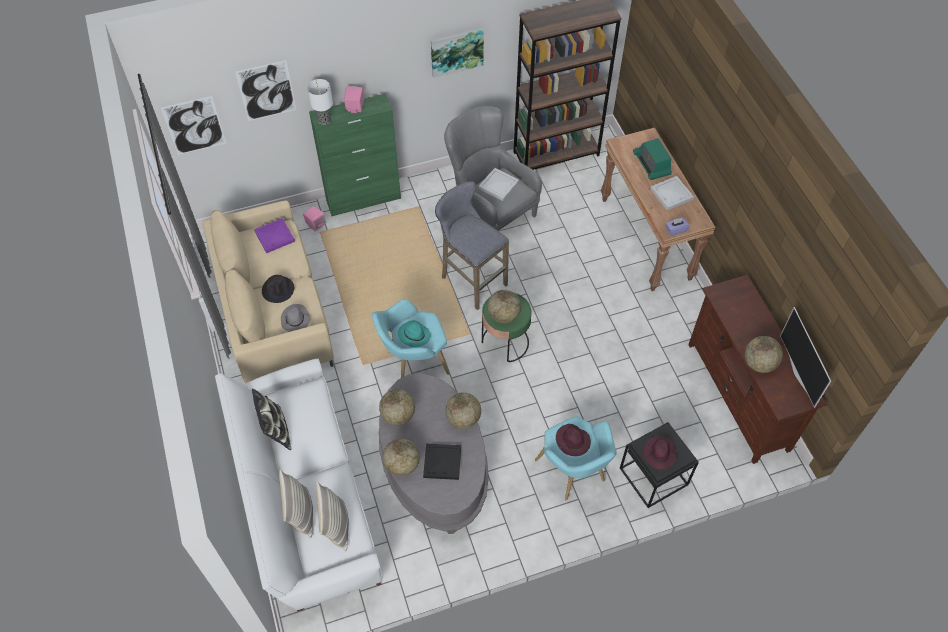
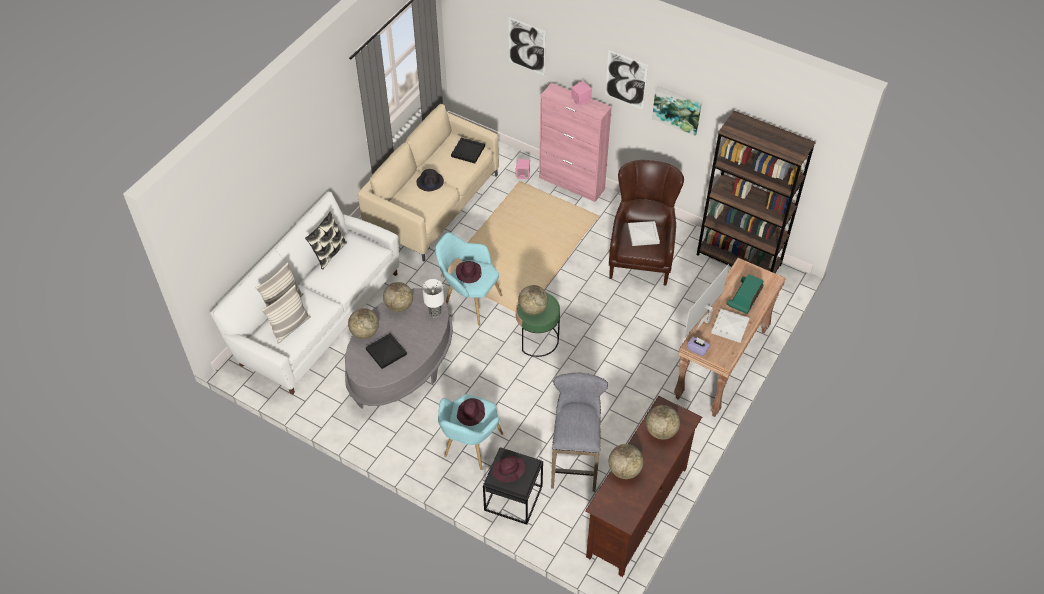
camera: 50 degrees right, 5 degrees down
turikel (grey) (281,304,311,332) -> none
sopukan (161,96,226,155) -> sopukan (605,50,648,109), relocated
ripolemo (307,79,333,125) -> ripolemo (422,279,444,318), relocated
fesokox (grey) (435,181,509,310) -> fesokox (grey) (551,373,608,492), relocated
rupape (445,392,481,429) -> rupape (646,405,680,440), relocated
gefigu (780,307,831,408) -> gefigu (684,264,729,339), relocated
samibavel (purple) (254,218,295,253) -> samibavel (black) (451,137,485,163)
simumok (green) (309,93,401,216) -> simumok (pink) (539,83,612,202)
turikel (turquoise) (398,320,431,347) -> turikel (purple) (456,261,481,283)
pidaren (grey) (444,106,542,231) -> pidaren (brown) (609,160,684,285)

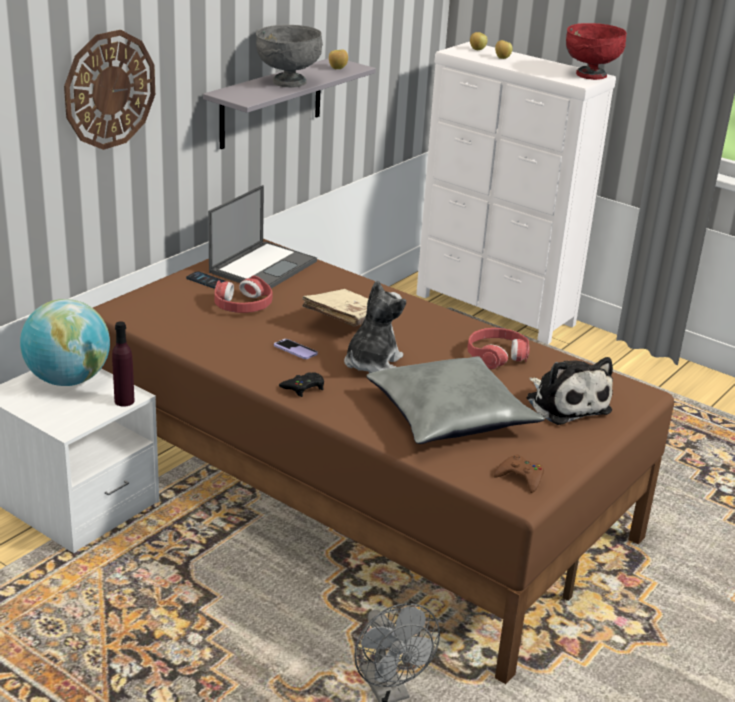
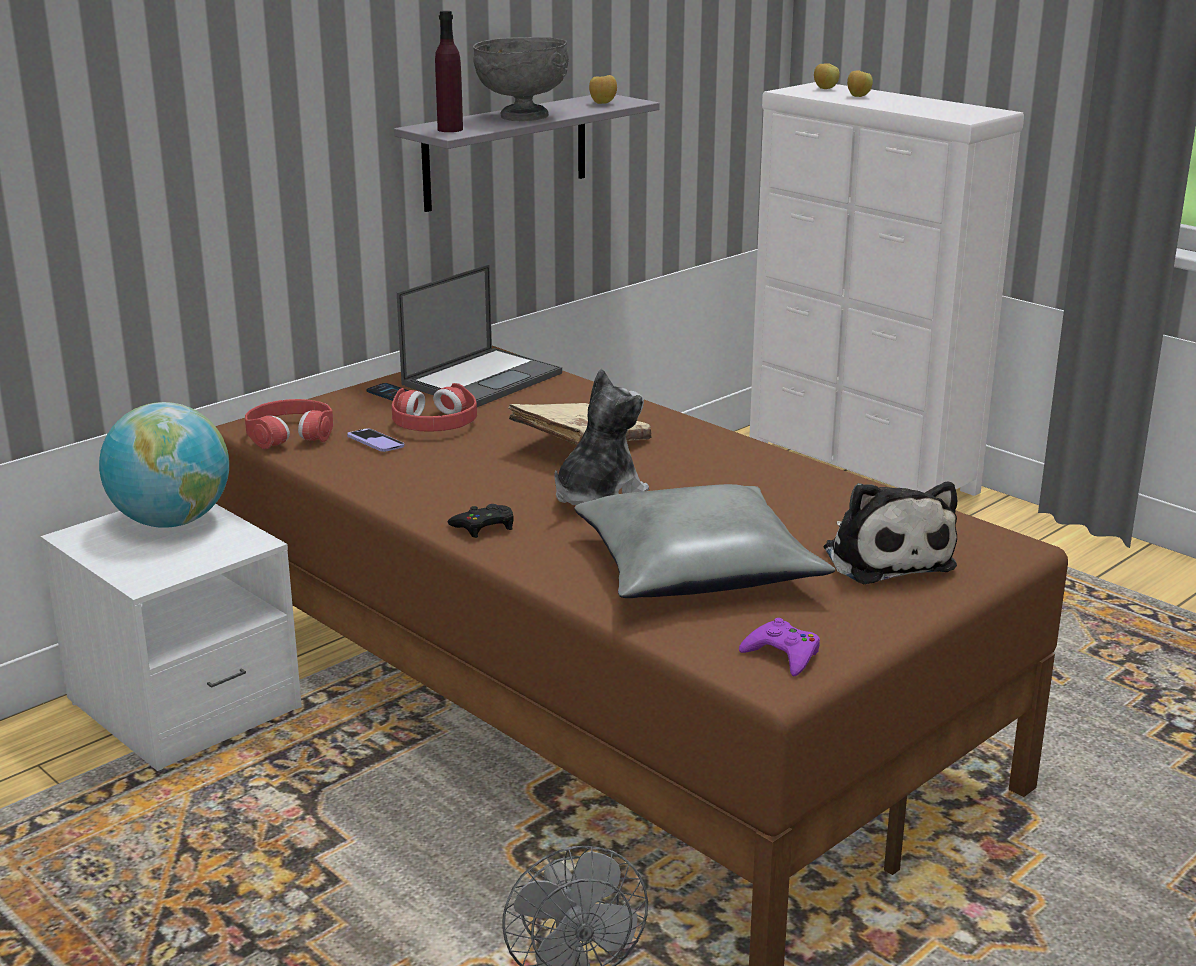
camera: 10 degrees right, 5 degrees down
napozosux (64,30,155,150) -> none
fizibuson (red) (566,23,627,80) -> none
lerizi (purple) (112,321,134,407) -> lerizi (purple) (435,11,463,132), relocated
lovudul (274,339,318,359) -> lovudul (347,428,404,452), relocated
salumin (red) (467,328,530,369) -> salumin (red) (245,399,333,449), relocated
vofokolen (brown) (494,454,544,493) -> vofokolen (purple) (739,618,820,676)

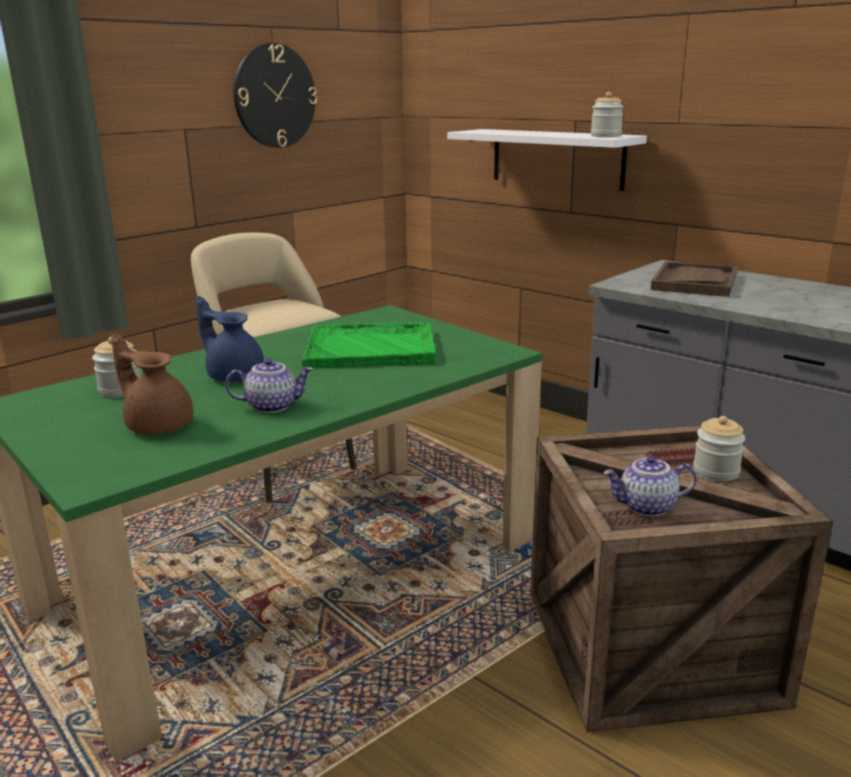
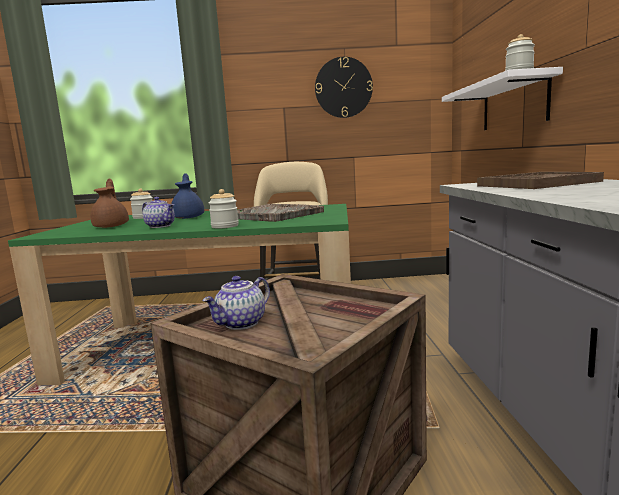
camera: 45 degrees right, 10 degrees down
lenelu (693,416,745,481) -> lenelu (209,189,239,228), relocated
samibavel (green) (302,322,436,368) -> samibavel (grey) (237,204,324,222)
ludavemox (603,456,696,517) -> ludavemox (203,276,270,330), 90 degrees counterclockwise

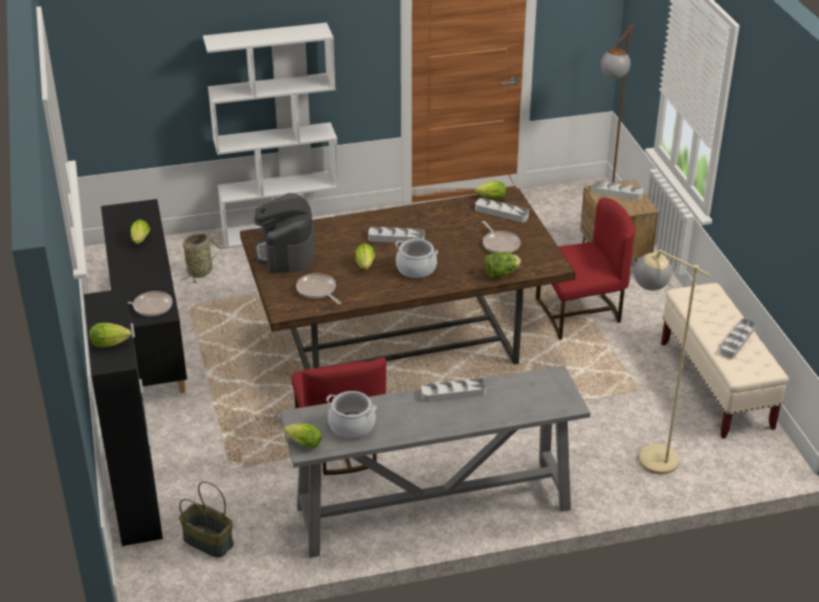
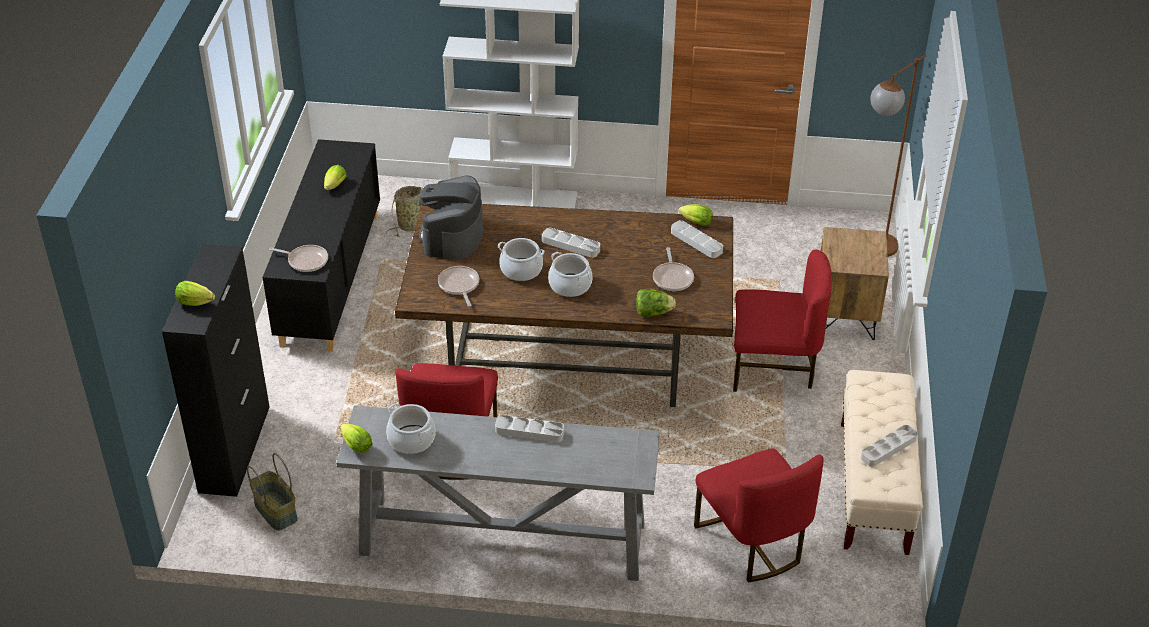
camera: 20 degrees right, 5 degrees up
samibavel (grey) (591,180,643,200) -> none
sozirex (355,243,375,270) -> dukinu (498,238,545,281)
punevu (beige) (634,249,710,475) -> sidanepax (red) (694,448,824,583)

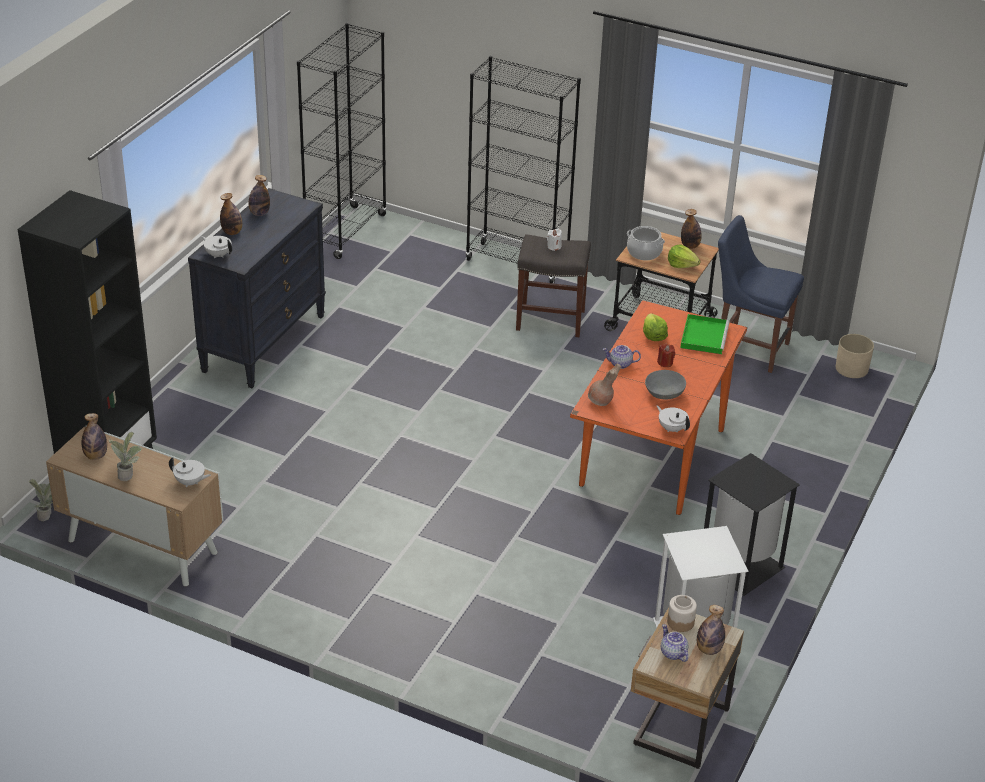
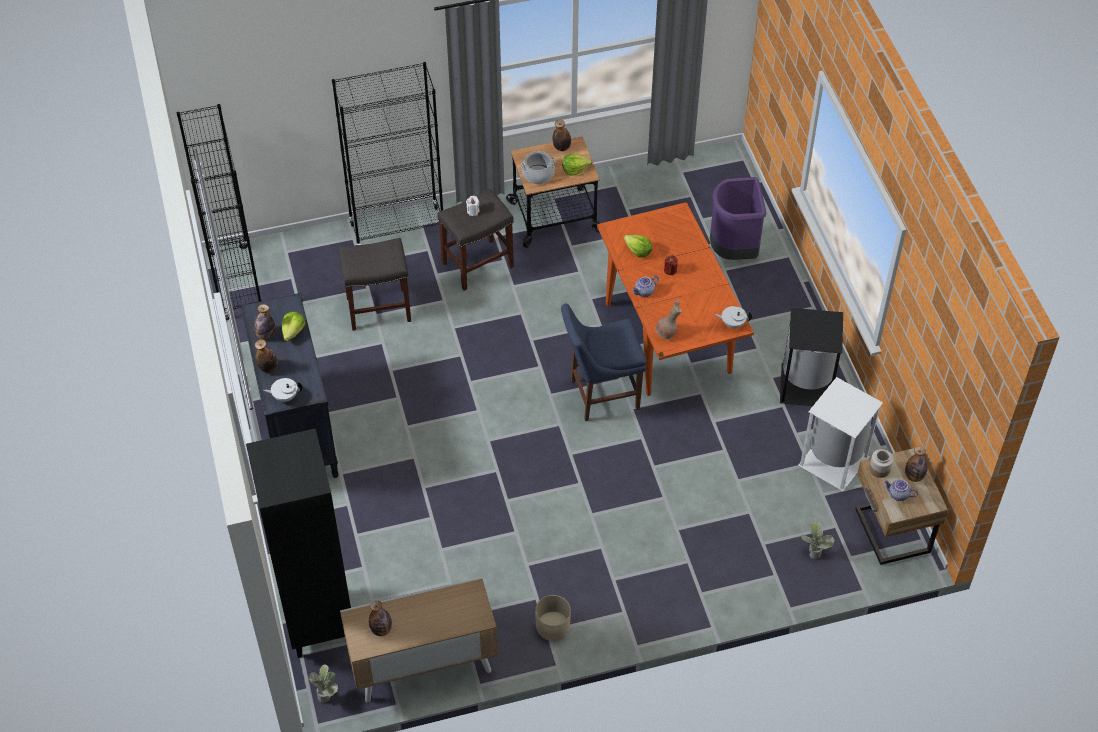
camera: 40 degrees left, 15 degrees up
ludavemox (white) (169,457,211,487) -> none
fizibuson (grey) (645,370,686,400) -> none
samibavel (green) (680,314,730,355) -> none
none -> sozirex (282,312,306,341)
none -> fesokox (grey) (339,238,411,331)
none -> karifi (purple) (710,177,766,260)
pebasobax (108,432,142,481) -> pebasobax (801,521,835,559), relocated
sidanepax (blue) (718,215,804,373) -> sidanepax (blue) (561,304,647,421), relocated
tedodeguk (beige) (836,334,874,378) -> tedodeguk (beige) (535,595,571,641), relocated

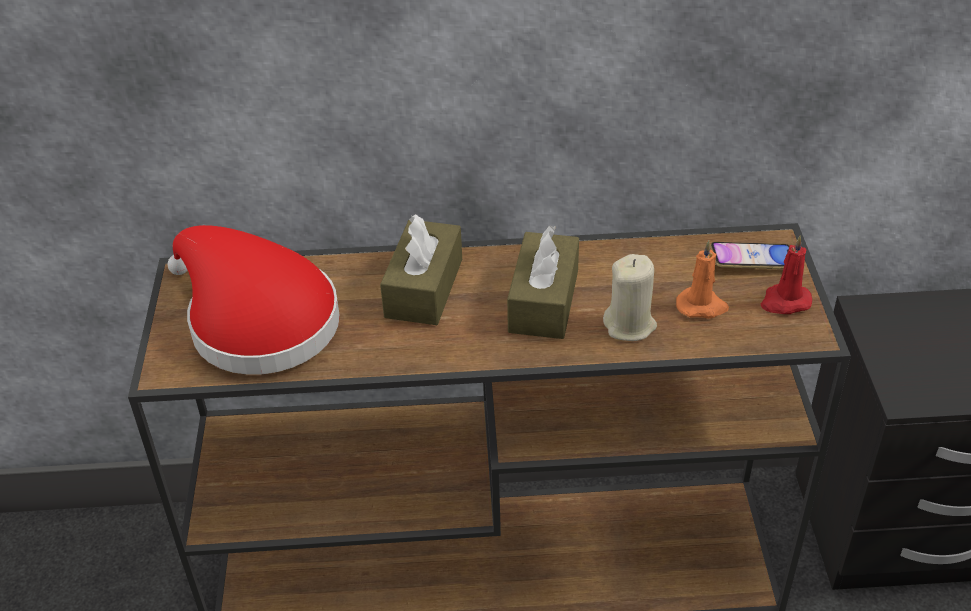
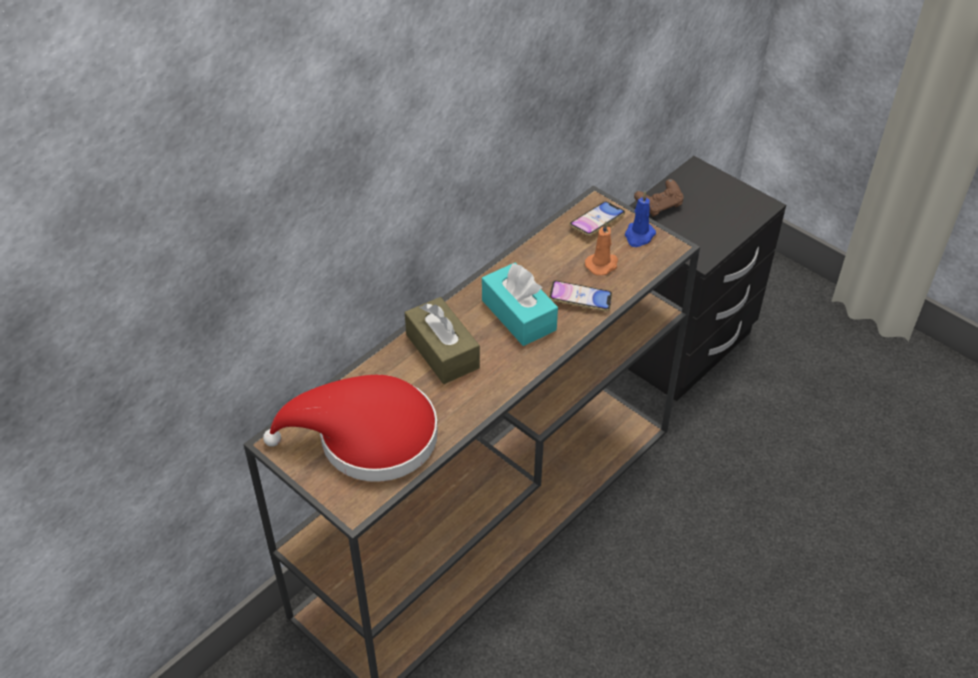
camera: 45 degrees left, 5 degrees up
none -> vofokolen (brown) (634,179,683,217)
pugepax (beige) (603,254,657,341) -> lovudul (549,281,612,311)
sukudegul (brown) (507,225,579,339) -> sukudegul (turquoise) (482,262,558,346)
pugepax (red) (761,235,812,314) -> pugepax (blue) (625,191,656,247)

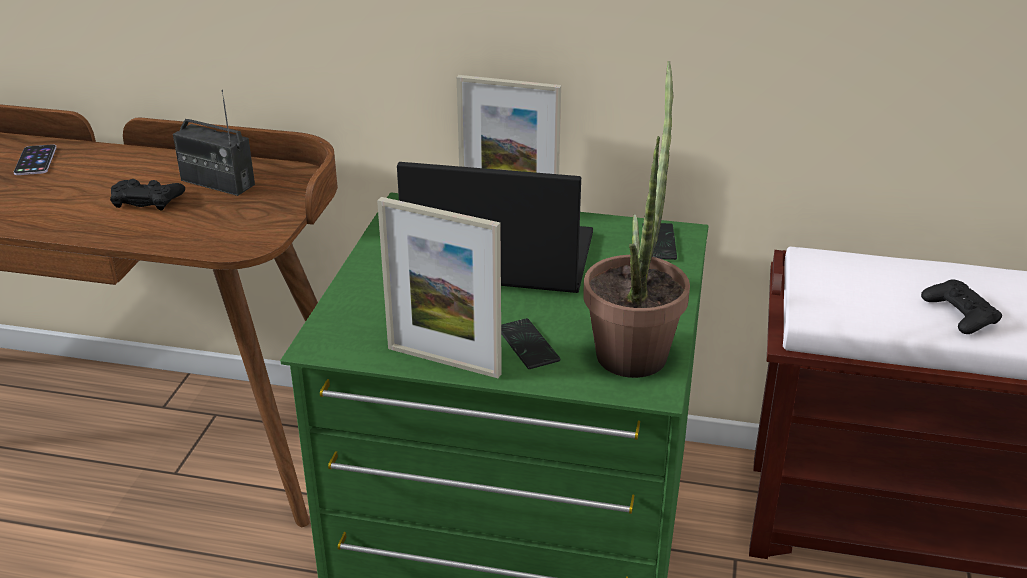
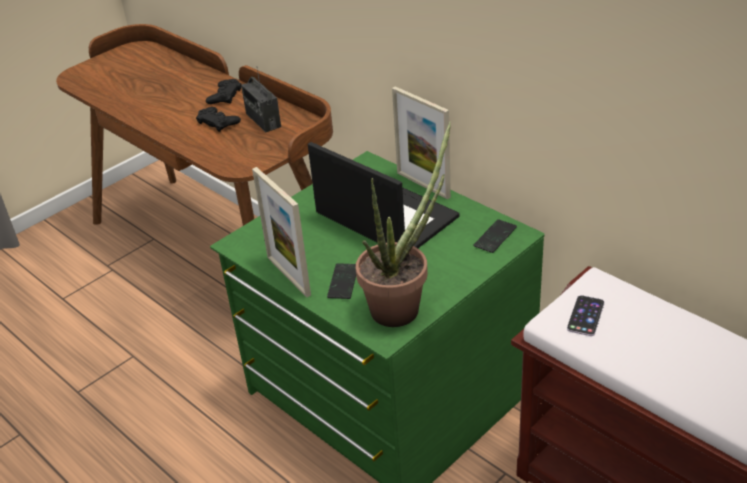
camera: 35 degrees right, 5 degrees up
lovudul (14,144,57,175) -> lovudul (567,295,605,336), relocated
vofokolen (black) (921,279,1002,334) -> vofokolen (black) (206,79,242,104), relocated

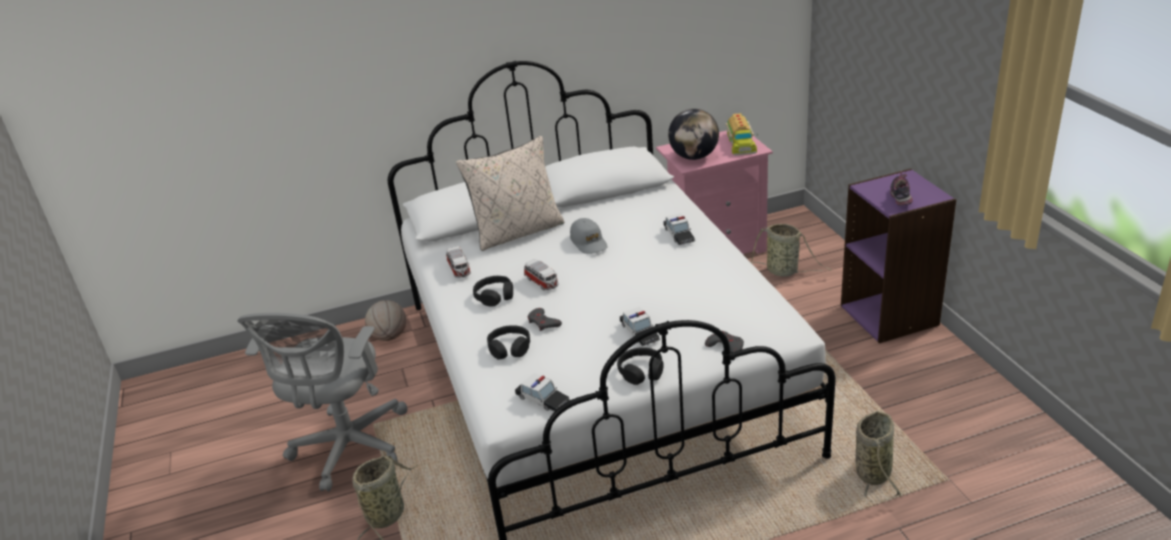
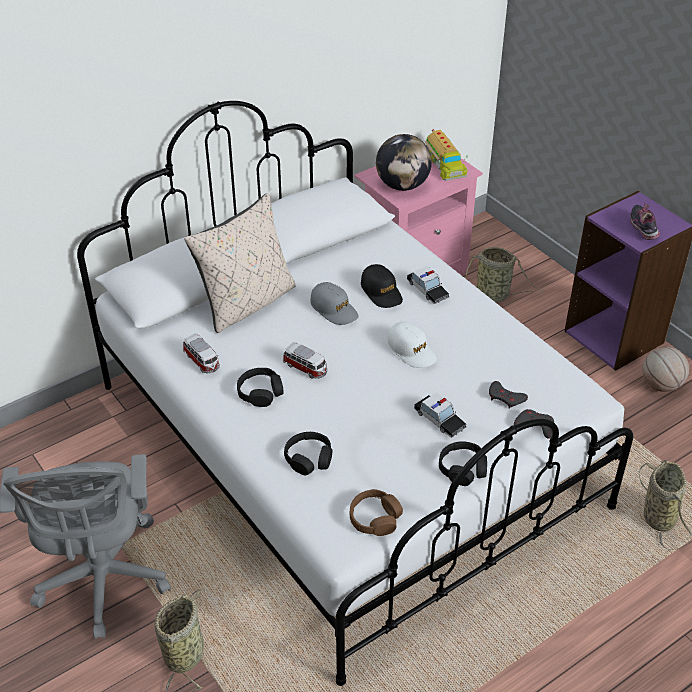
camera: 20 degrees left, 10 degrees up
none -> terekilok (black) (361,264,403,308)
none -> terekilok (white) (387,322,437,368)
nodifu (365,300,406,341) -> nodifu (642,347,689,392), relocated
vofokolen (grey) (528,308,562,331) -> vofokolen (grey) (489,381,528,409), relocated
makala (515,373,570,412) -> salumin (brown) (350,489,403,536)

